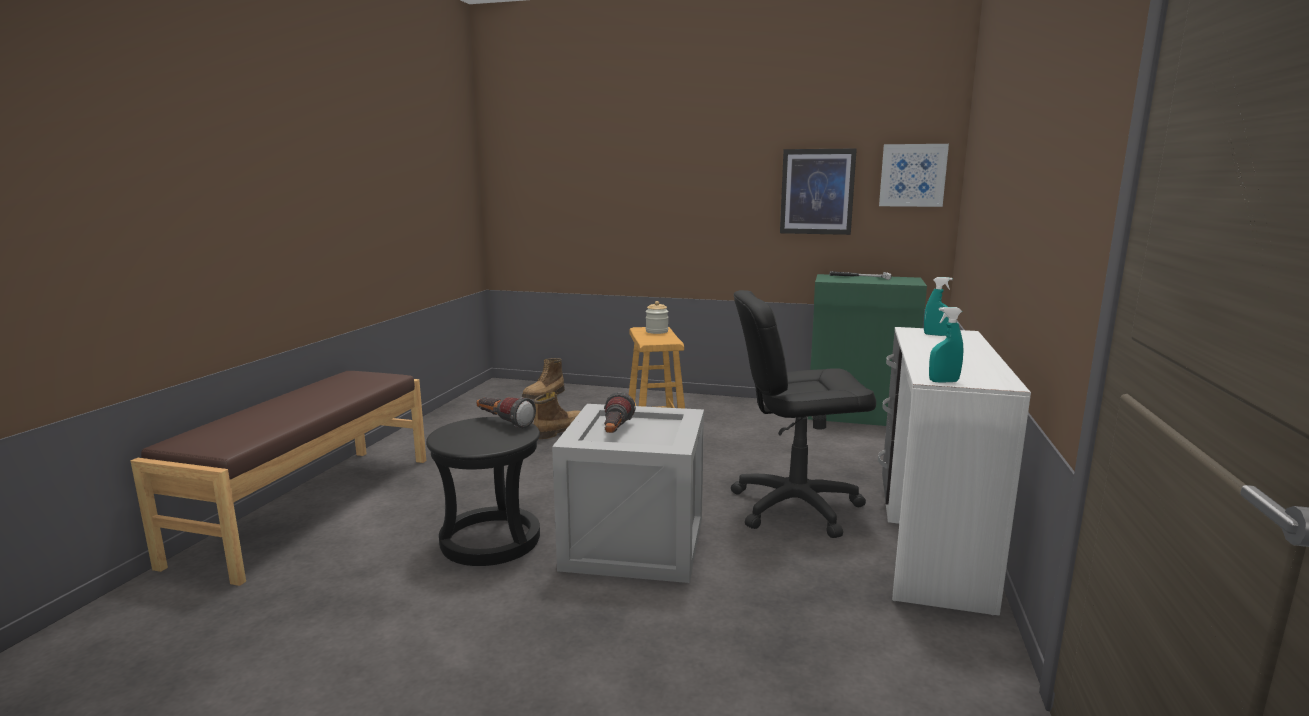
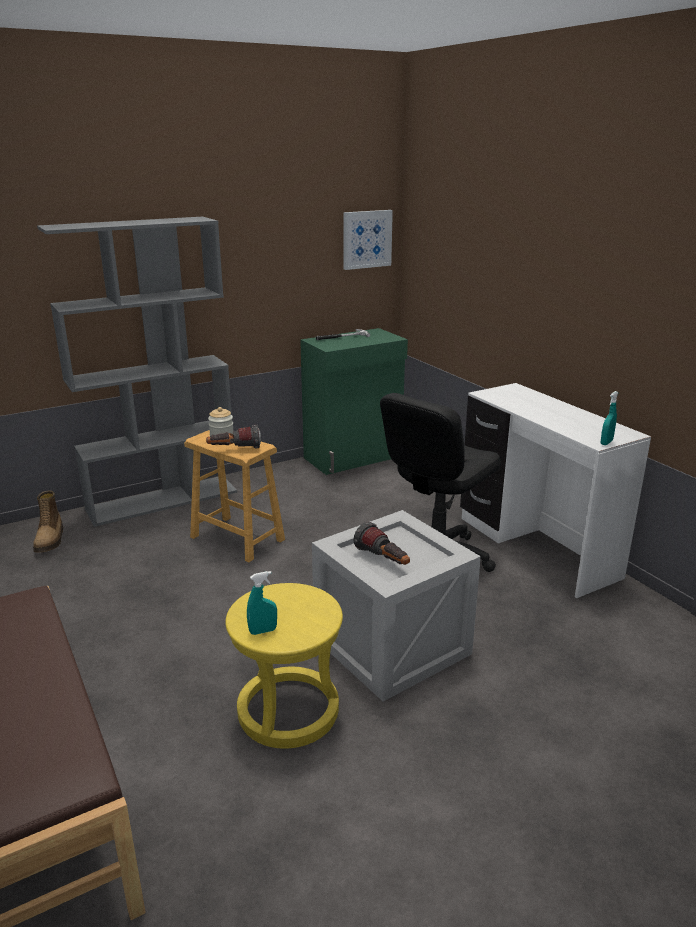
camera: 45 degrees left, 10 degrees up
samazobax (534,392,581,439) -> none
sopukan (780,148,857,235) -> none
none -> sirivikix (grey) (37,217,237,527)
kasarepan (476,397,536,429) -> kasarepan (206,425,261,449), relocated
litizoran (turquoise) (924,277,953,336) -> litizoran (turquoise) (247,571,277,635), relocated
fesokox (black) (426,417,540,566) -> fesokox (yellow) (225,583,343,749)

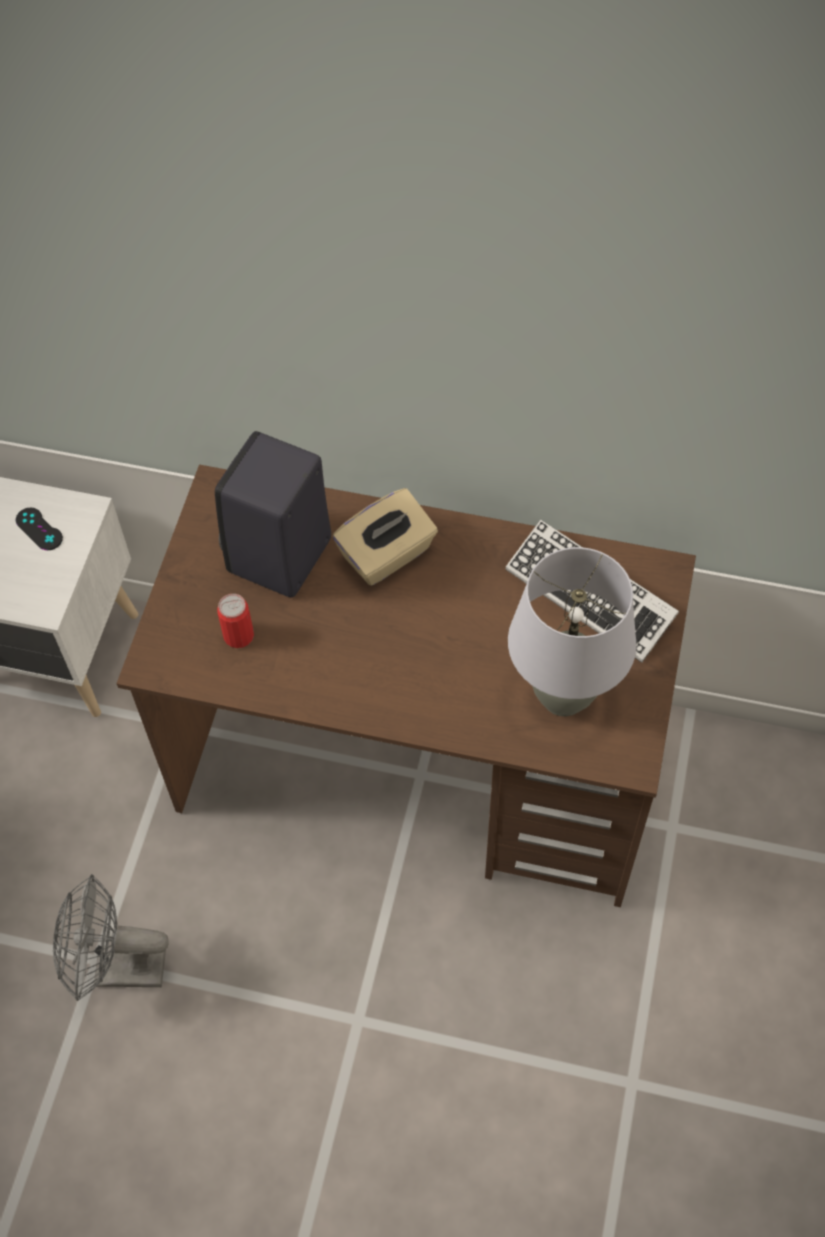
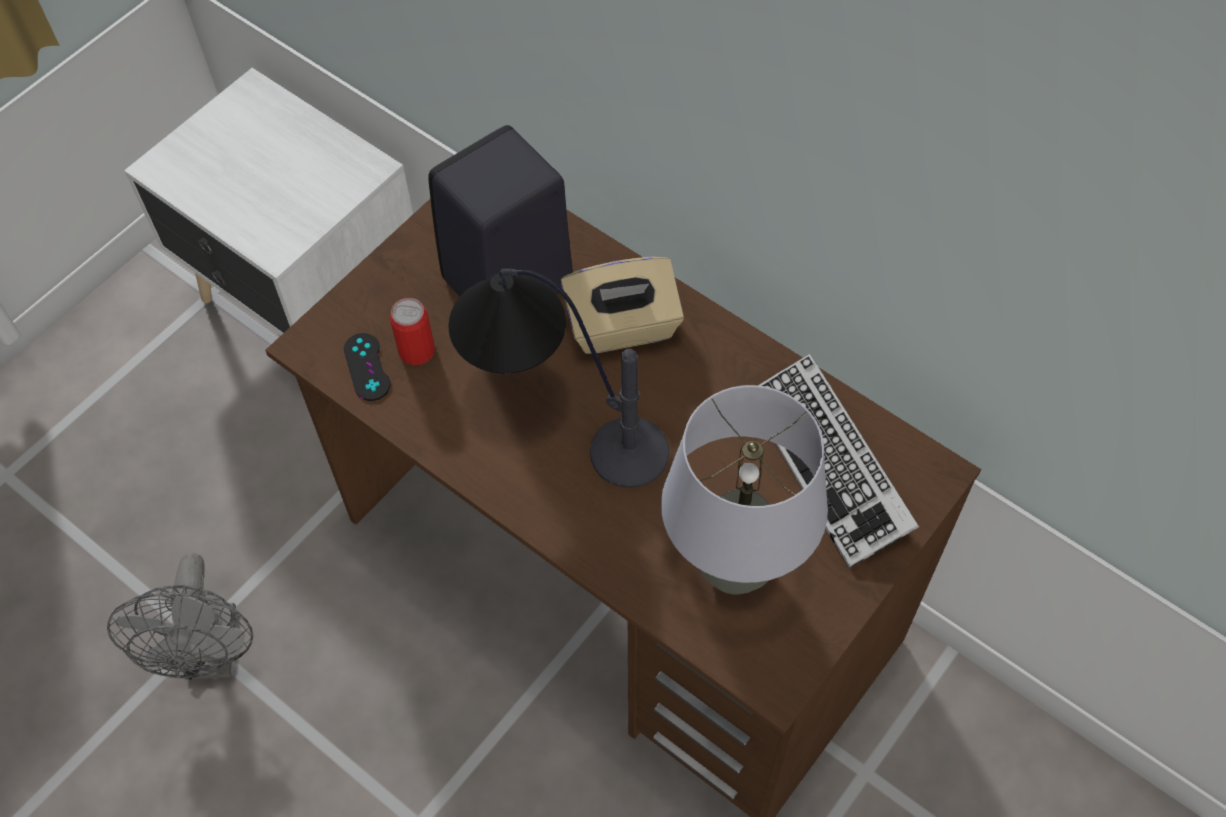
camera: 25 degrees right, 0 degrees up
none -> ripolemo (449,269,669,488)
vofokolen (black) (16,508,63,550) -> vofokolen (black) (344,333,391,401), relocated
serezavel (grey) (53,874,169,1001) -> serezavel (grey) (107,553,254,680), 120 degrees counterclockwise

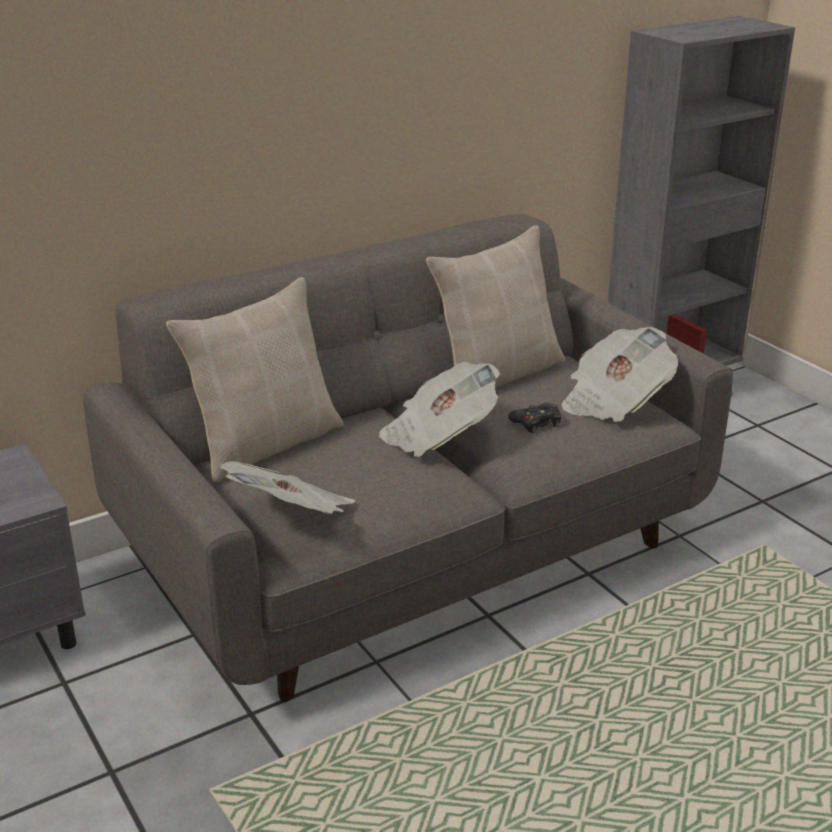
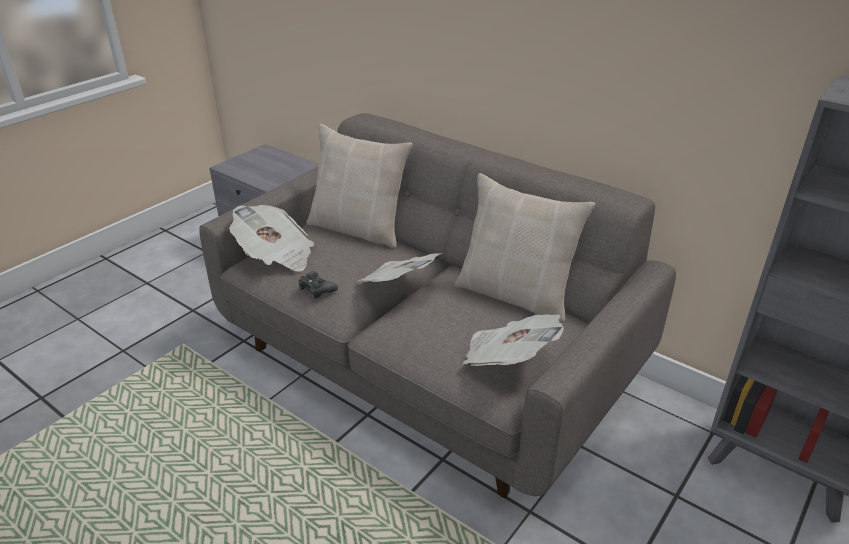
camera: 70 degrees right, 5 degrees up
vofokolen (black) (508,402,561,433) -> vofokolen (black) (298,271,338,298), relocated

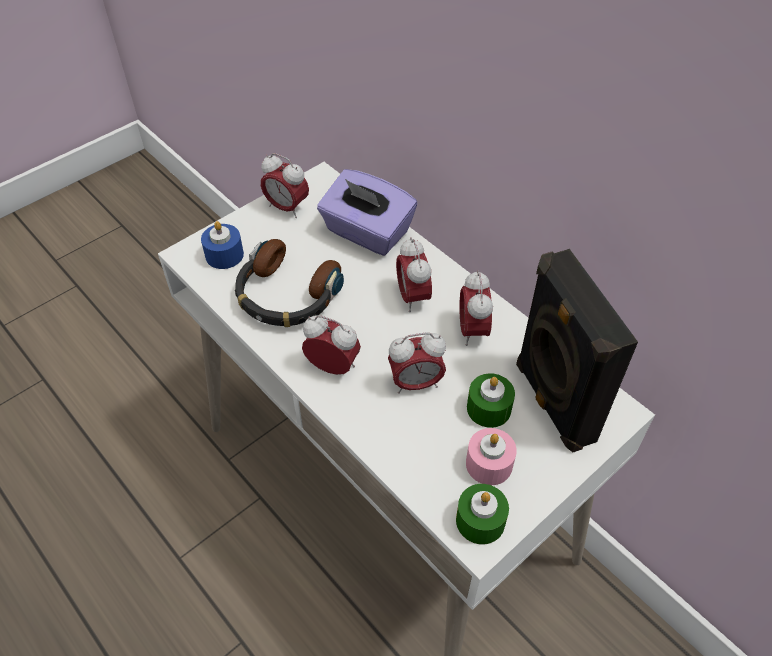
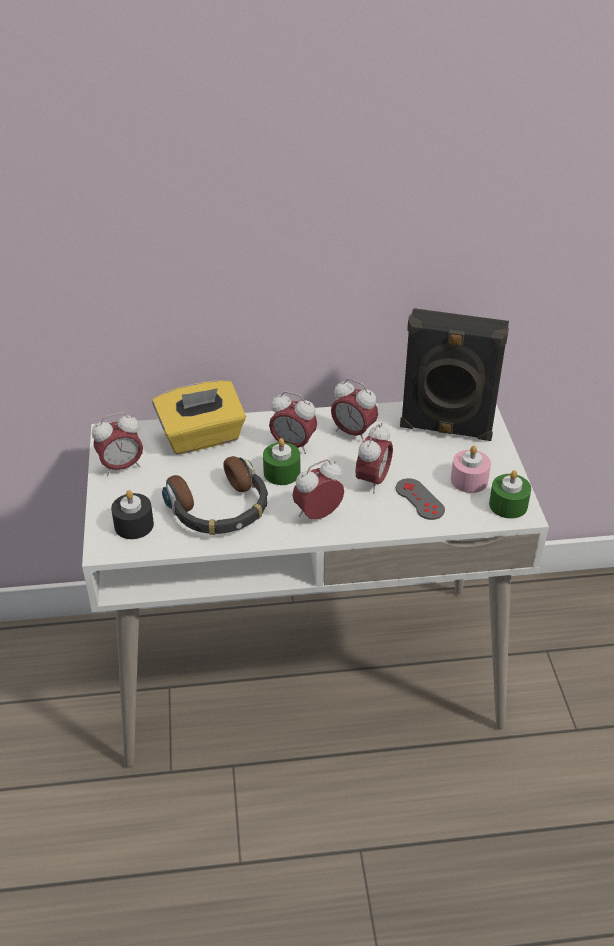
camera: 55 degrees left, 10 degrees down
none -> vofokolen (grey) (396,478,445,520)
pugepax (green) (467,373,515,428) -> pugepax (green) (263,438,300,485), relocated
pugepax (blue) (201,221,244,269) -> pugepax (black) (111,490,154,539)
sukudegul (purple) (317,169,417,256) -> sukudegul (yellow) (152,380,246,455)

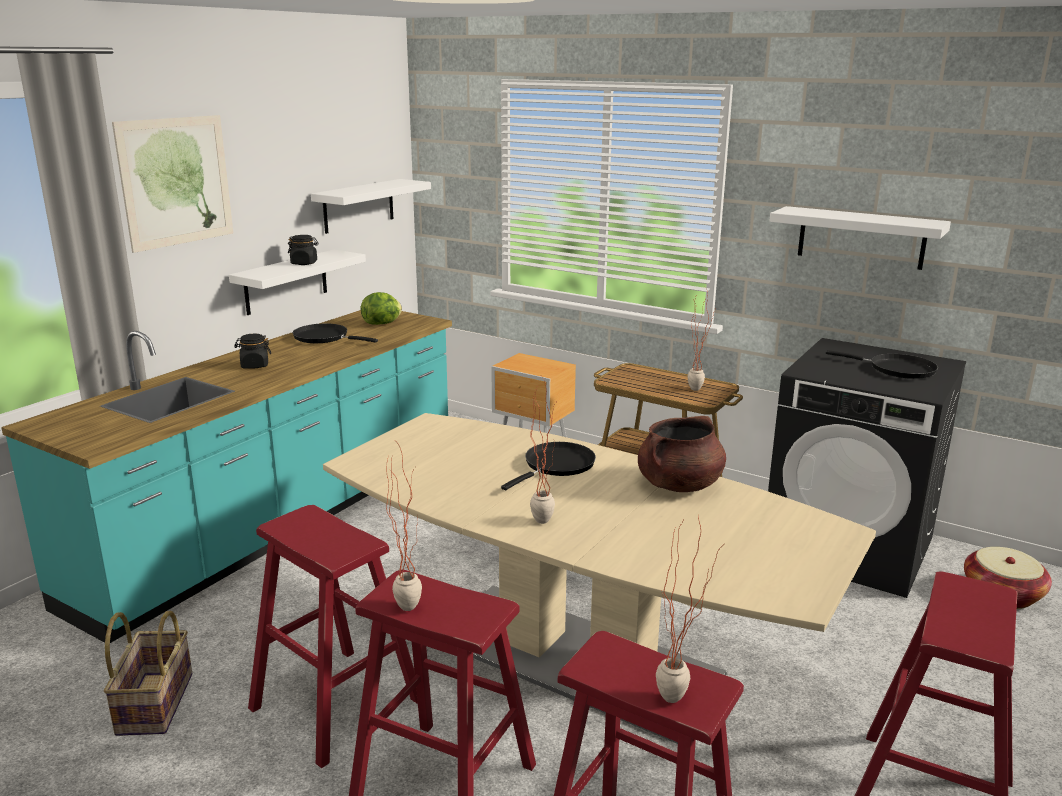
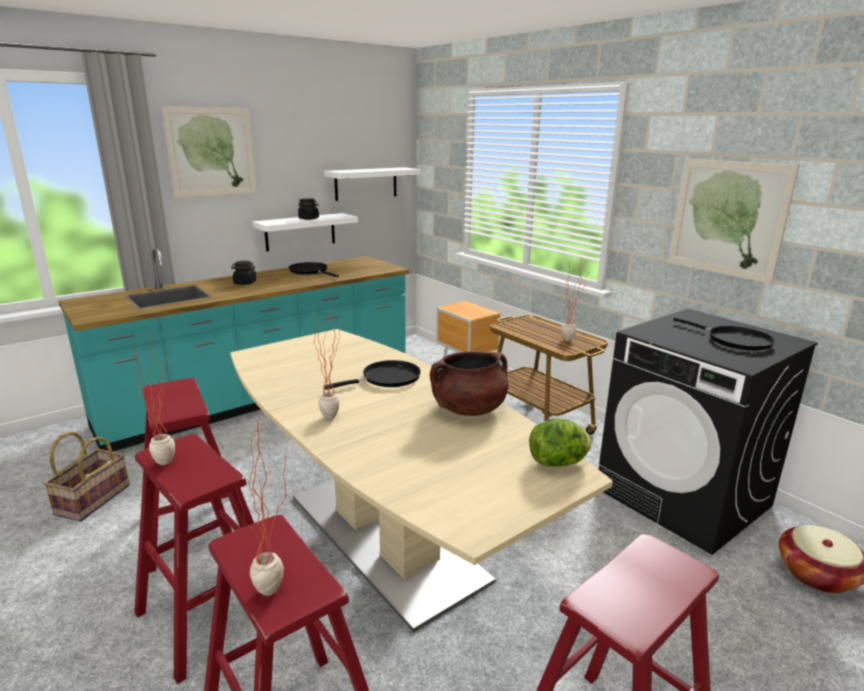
camera: 20 degrees right, 0 degrees up
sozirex (361,292,402,325) -> sozirex (529,418,591,467), relocated
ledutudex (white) (769,206,951,270) -> sopukan (668,159,799,284)

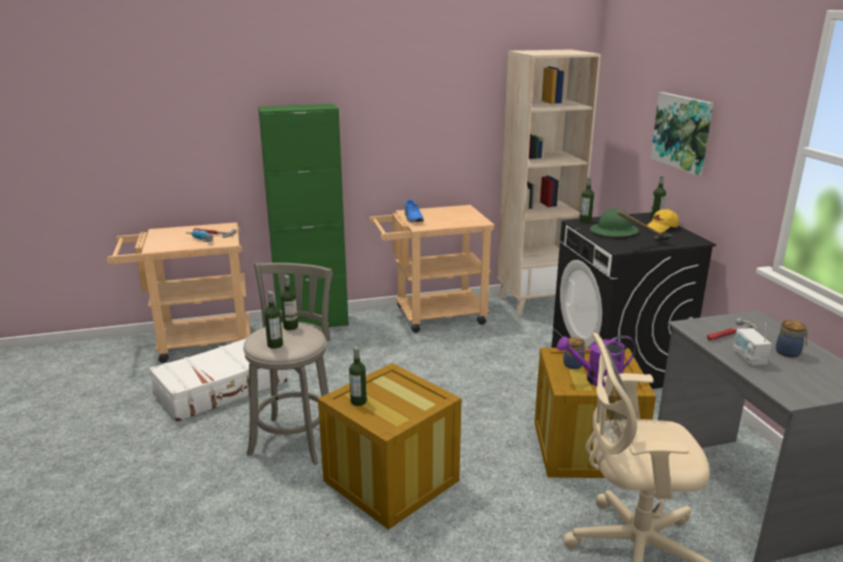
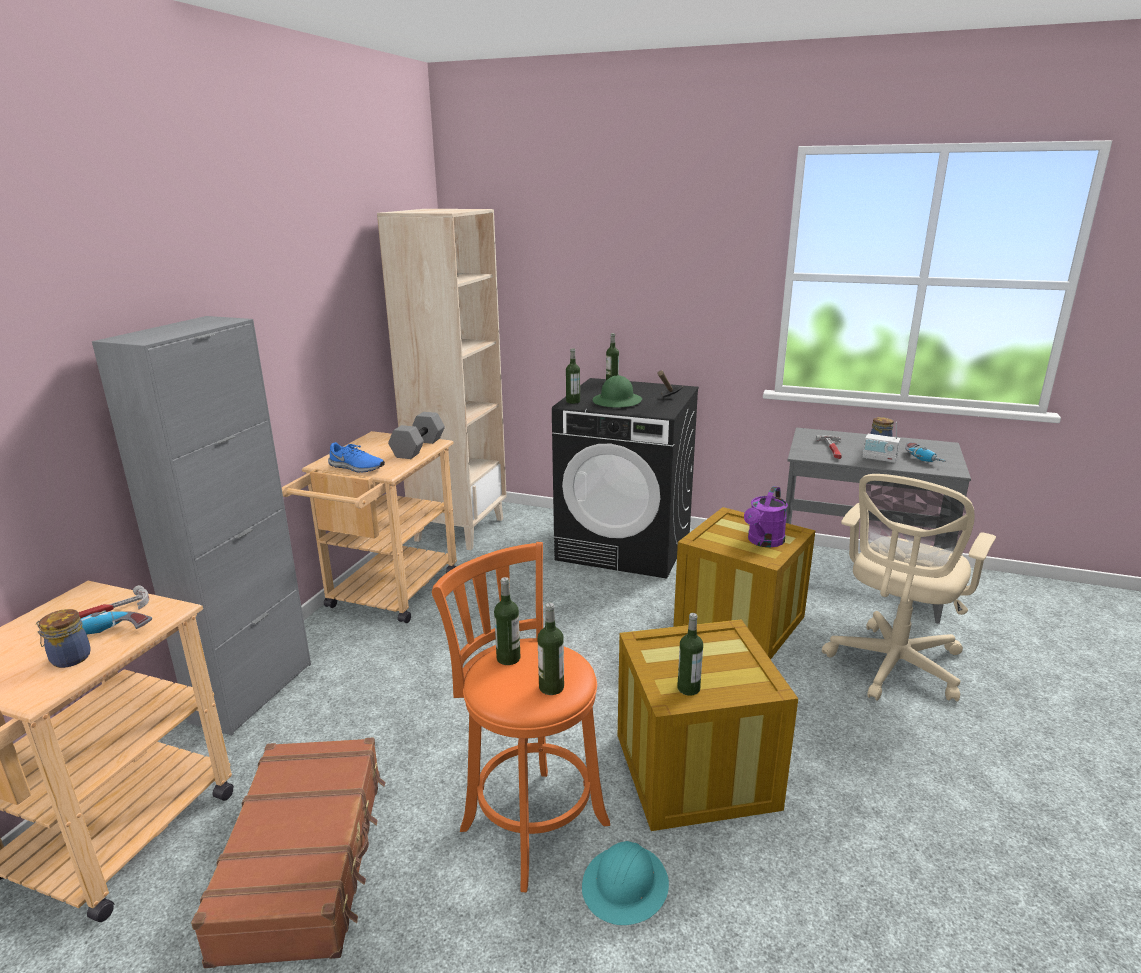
camera: 55 degrees left, 0 degrees up
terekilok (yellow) (647,209,679,233) -> none
sopukan (651,92,713,176) -> none
none -> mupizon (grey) (388,412,445,459)
none -> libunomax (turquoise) (582,841,669,925)
none -> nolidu (905,443,945,462)
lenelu (563,337,585,369) -> lenelu (36,609,91,668), relocated
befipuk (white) (149,337,287,422) -> befipuk (brown) (191,737,385,968)
fesokox (grey) (243,263,333,465) -> fesokox (orange) (432,542,610,892)
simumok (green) (258,104,349,328) -> simumok (grey) (92,316,311,735)

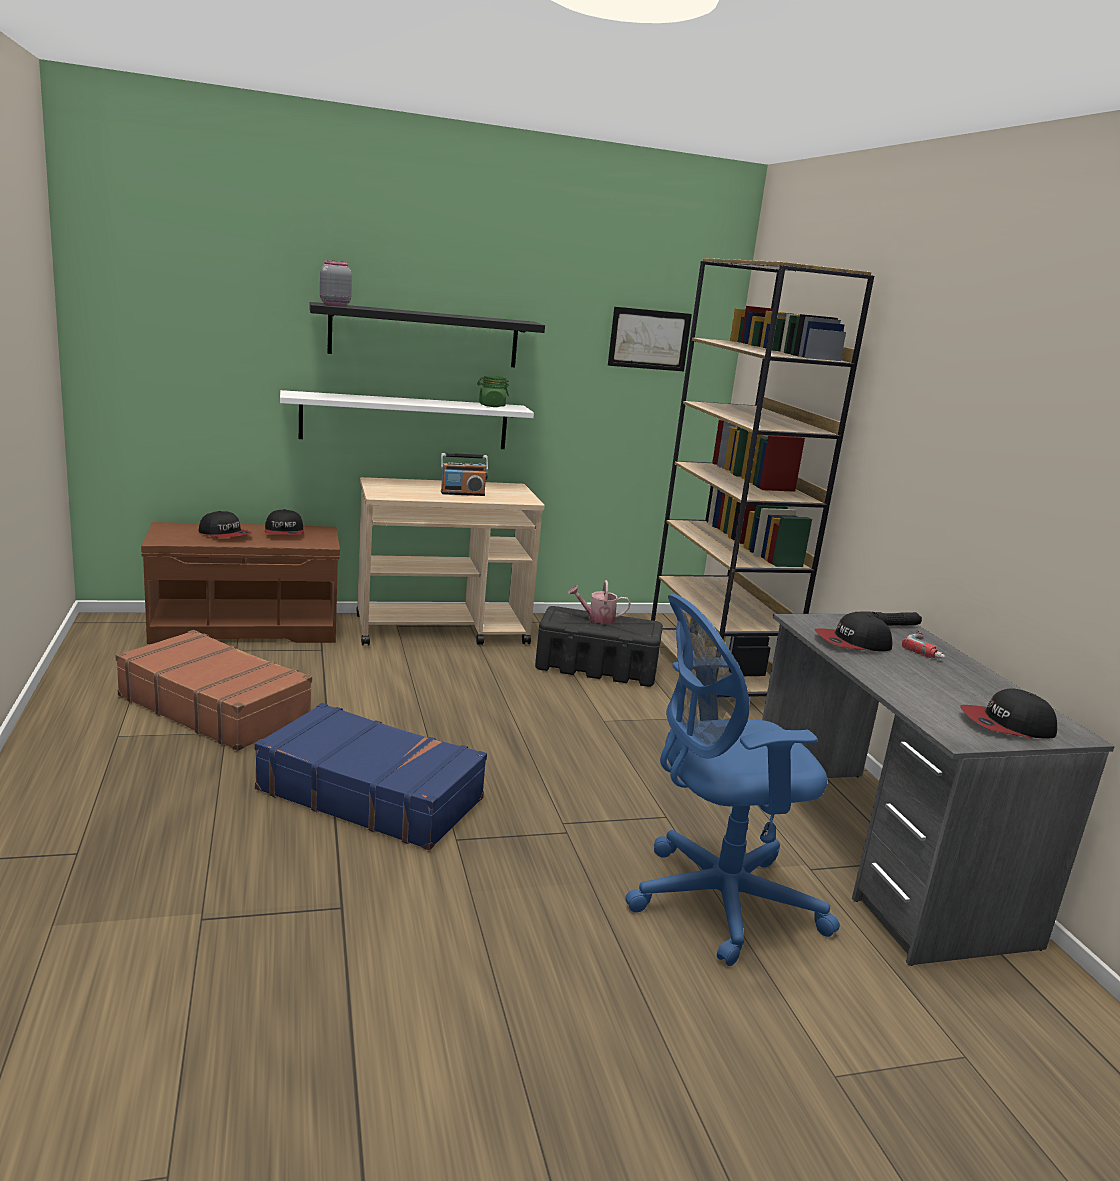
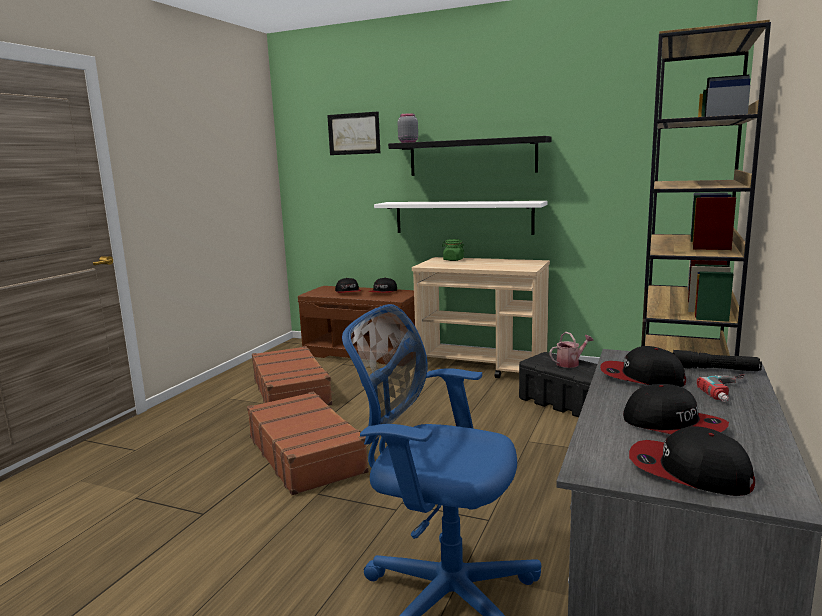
camera: 40 degrees right, 5 degrees down
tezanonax (441,453,488,496) -> none
none -> terekilok (623,384,729,434)
lenelu (green) (477,375,509,407) -> lenelu (green) (442,239,464,261), relocated
sopukan (608,307,692,371) -> sopukan (327,112,380,155), relocated
befipuk (blue) (254,703,487,850) -> befipuk (brown) (247,392,369,495)
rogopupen (568,580,631,624) -> rogopupen (549,332,594,368), 120 degrees clockwise

